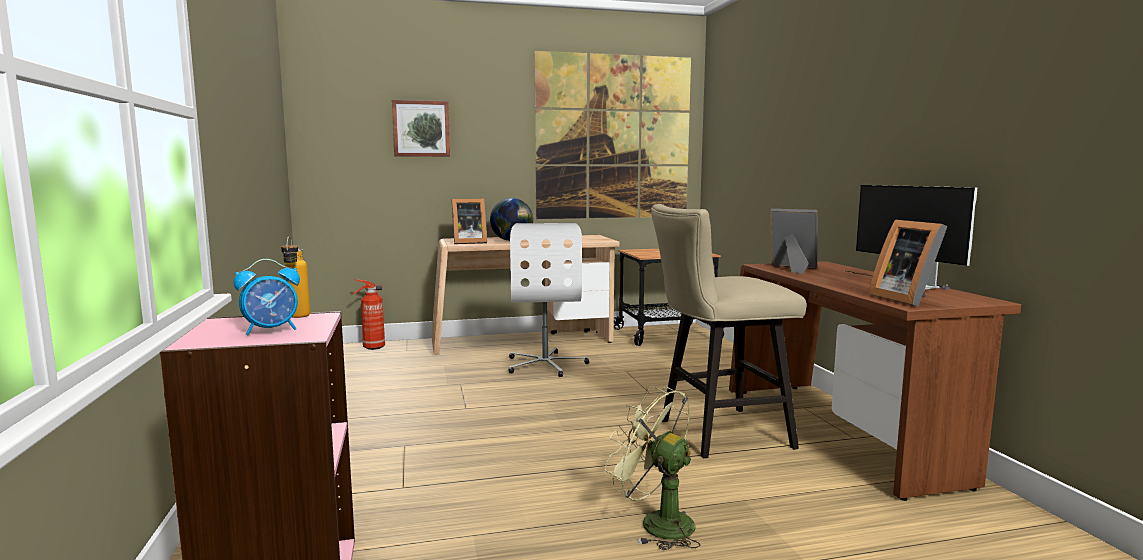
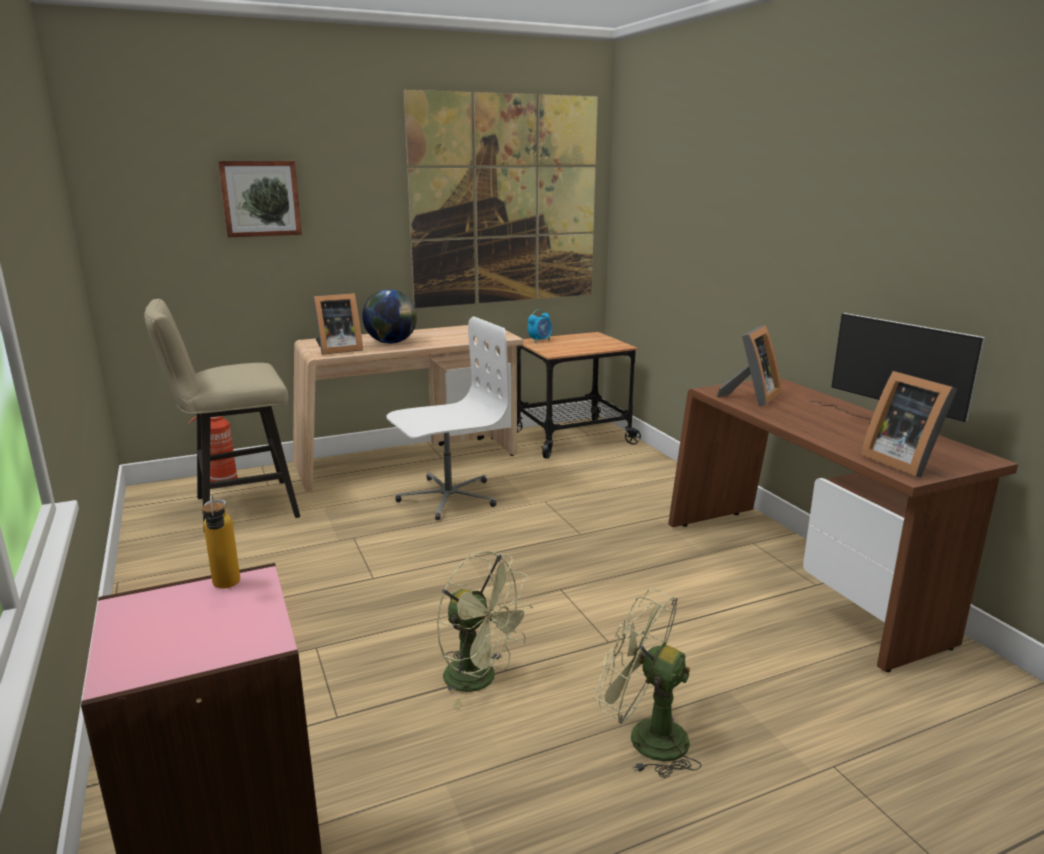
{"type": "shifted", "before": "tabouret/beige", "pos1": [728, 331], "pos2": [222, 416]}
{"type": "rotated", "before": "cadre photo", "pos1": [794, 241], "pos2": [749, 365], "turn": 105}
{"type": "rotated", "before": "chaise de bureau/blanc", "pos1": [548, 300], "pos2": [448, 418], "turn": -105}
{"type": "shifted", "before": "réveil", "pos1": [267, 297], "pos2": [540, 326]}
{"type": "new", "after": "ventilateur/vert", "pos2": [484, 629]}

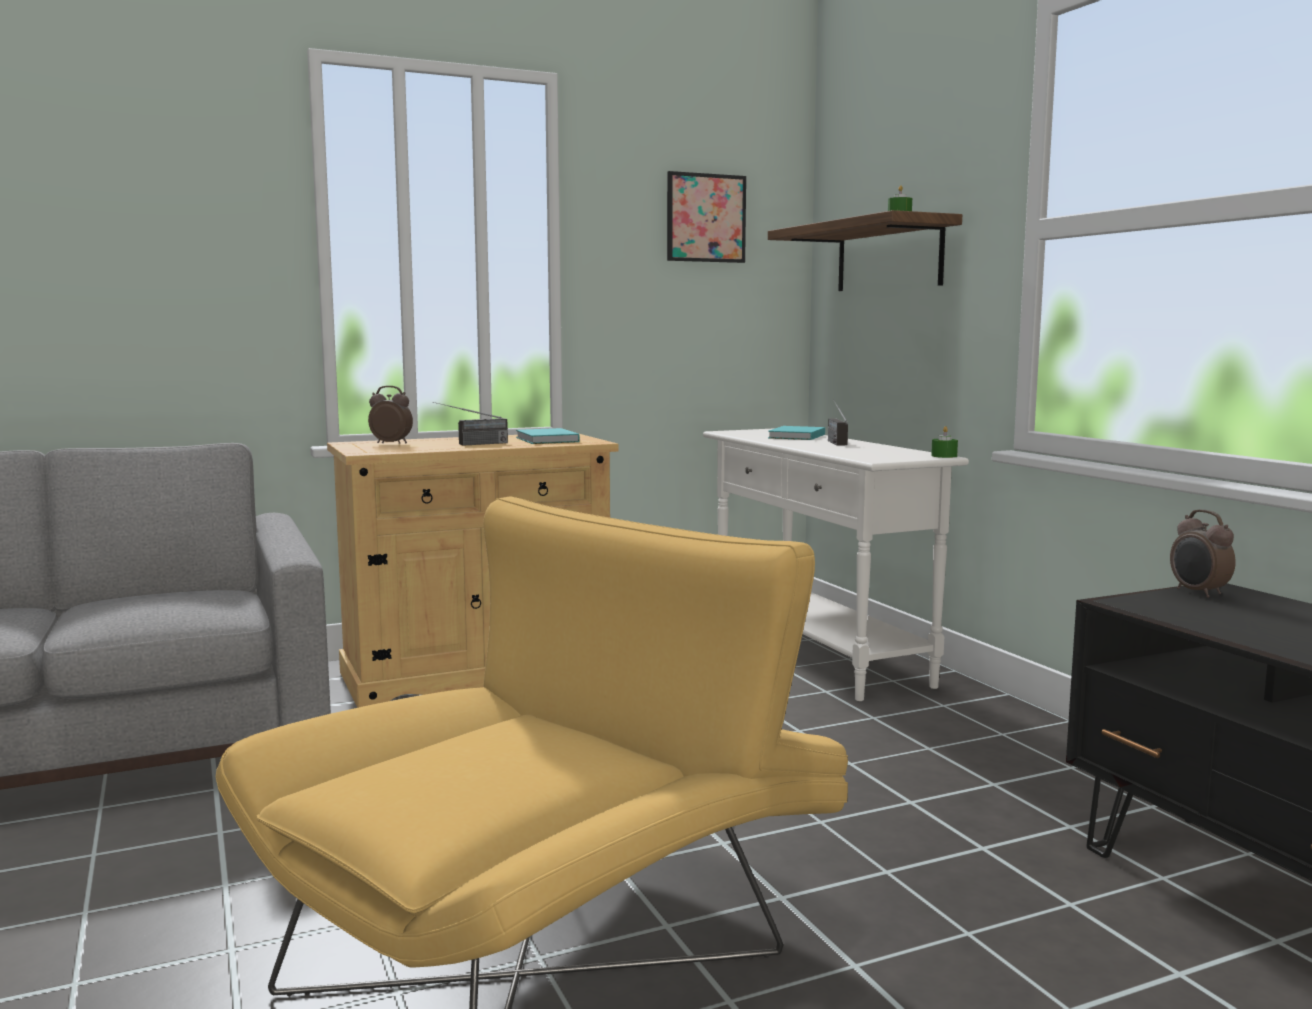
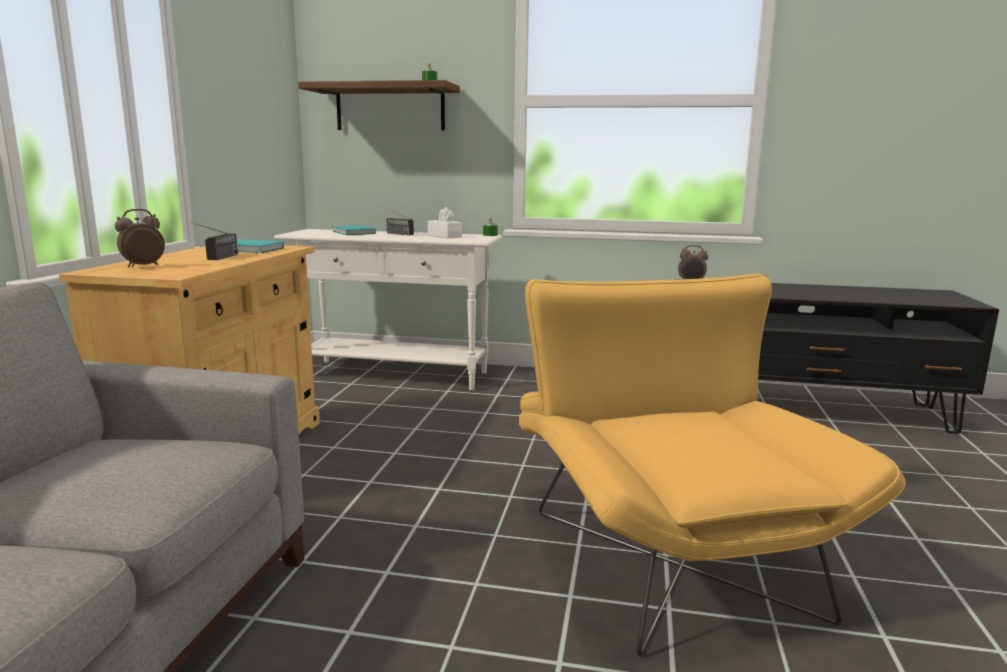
{"type": "gone", "before": "tableau", "pos1": [706, 217]}
{"type": "new", "after": "boîte à mouchoirs/blanc", "pos2": [445, 222]}

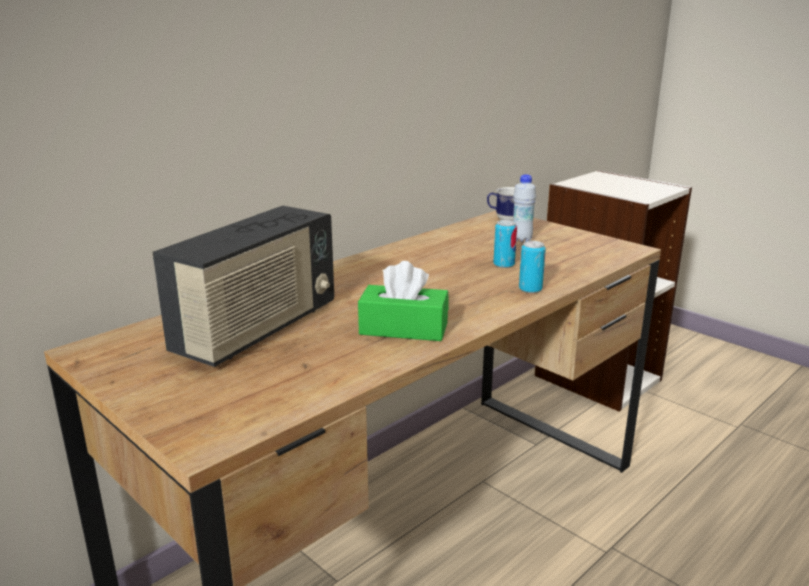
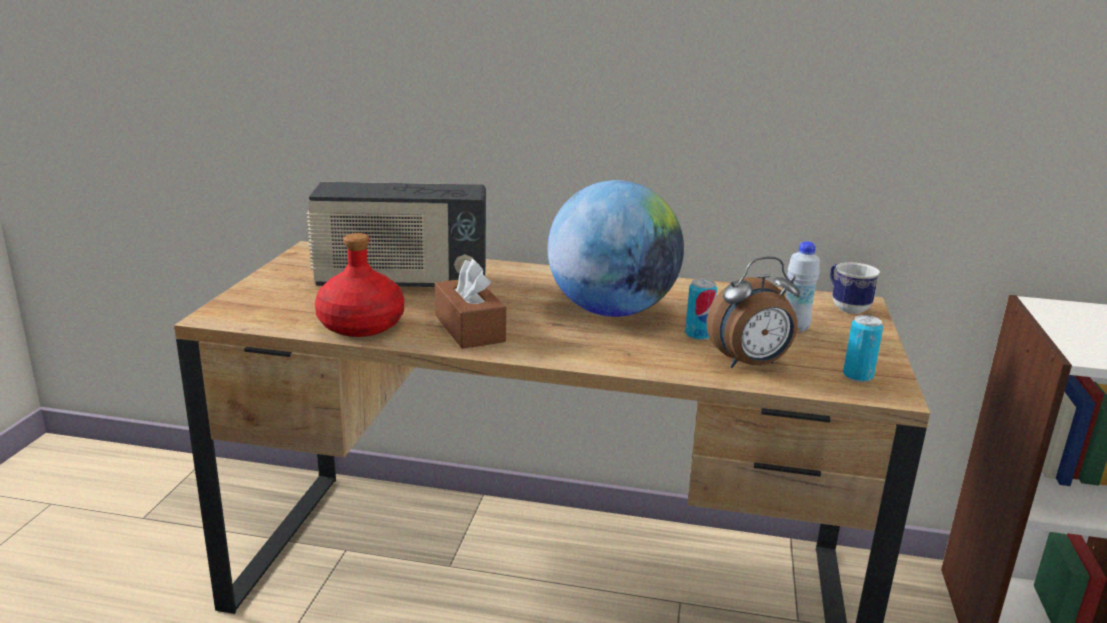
{"type": "shifted", "before": "boîte métallique", "pos1": [532, 267], "pos2": [863, 348]}
{"type": "repainted", "before": "boîte à mouchoirs/vert", "after": "boîte à mouchoirs/marron", "pos1": [403, 301], "pos2": [470, 304]}
{"type": "new", "after": "globe", "pos2": [615, 248]}
{"type": "new", "after": "bouteille/rouge", "pos2": [359, 285]}
{"type": "new", "after": "réveil", "pos2": [753, 312]}

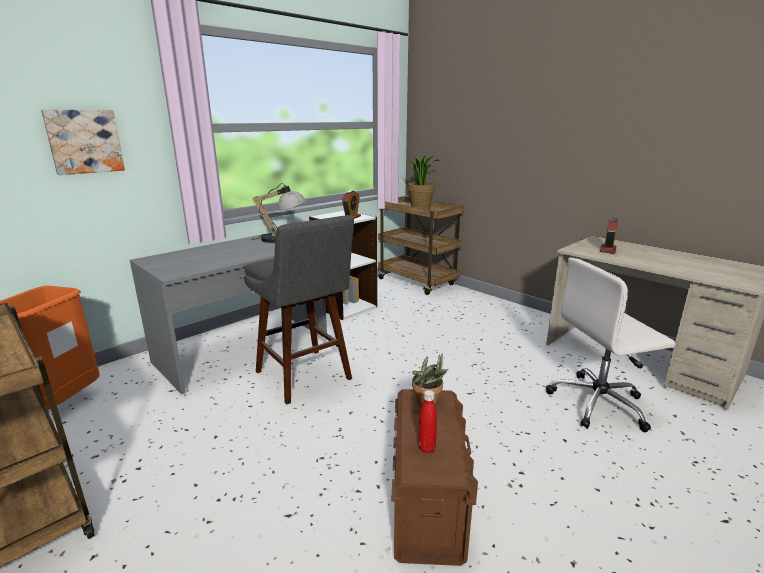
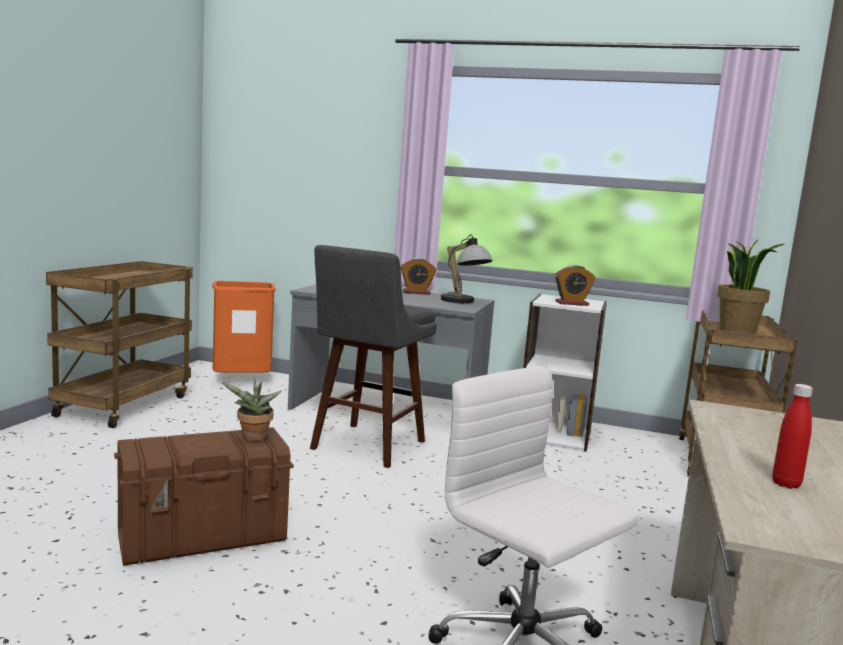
{"type": "gone", "before": "tableau", "pos1": [83, 142]}
{"type": "shifted", "before": "réveil", "pos1": [609, 236], "pos2": [418, 276]}
{"type": "shifted", "before": "bouteille/rouge", "pos1": [427, 421], "pos2": [792, 436]}

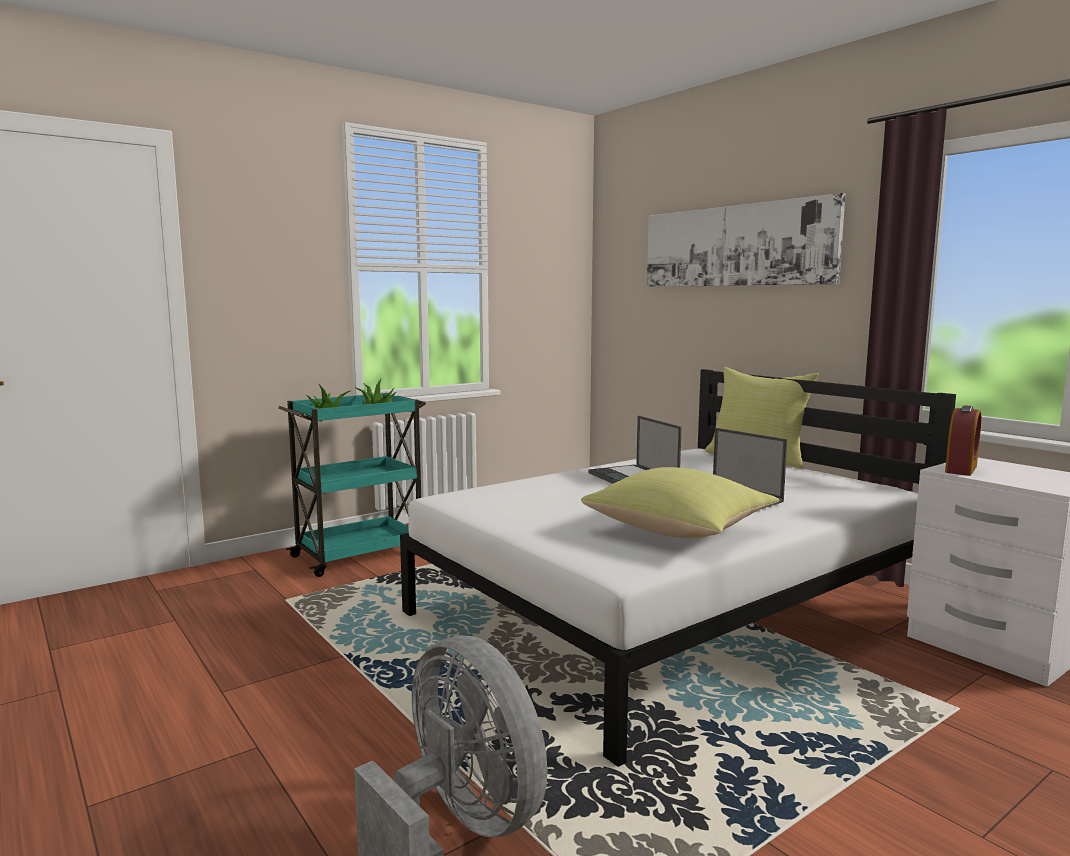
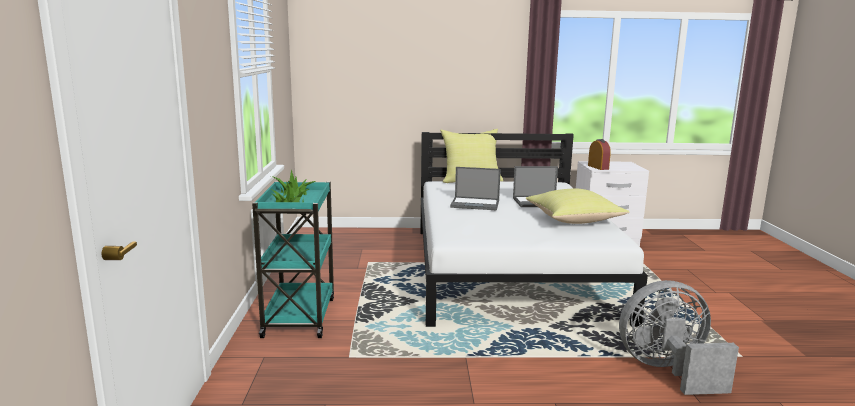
{"type": "gone", "before": "tableau", "pos1": [746, 240]}

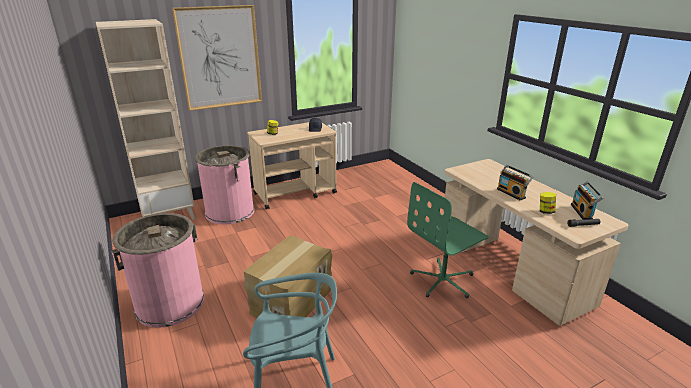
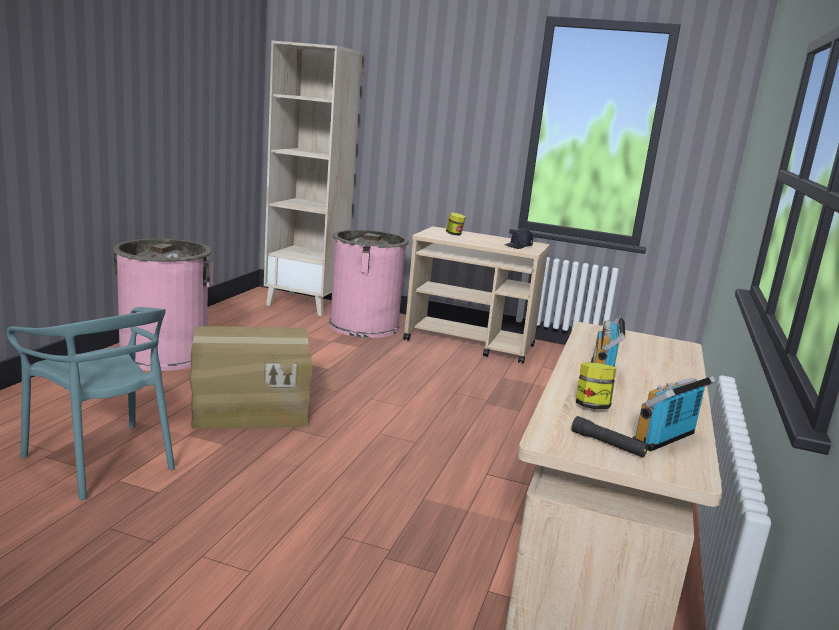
{"type": "gone", "before": "tableau", "pos1": [217, 58]}
{"type": "gone", "before": "chaise de bureau/vert", "pos1": [448, 240]}

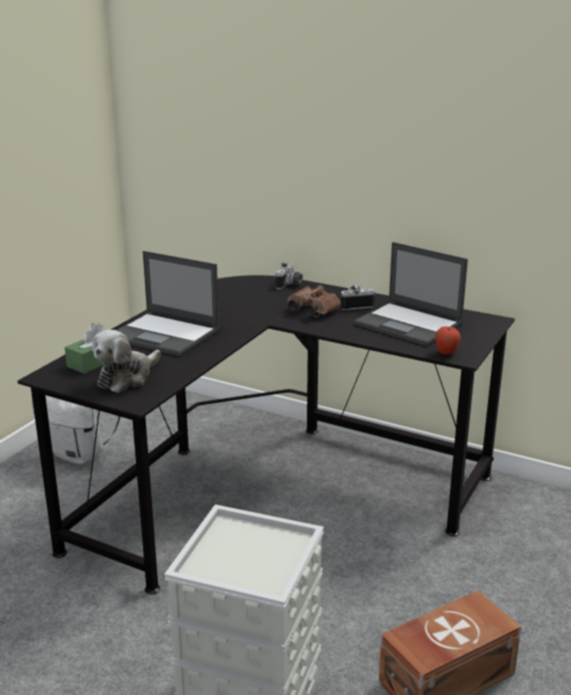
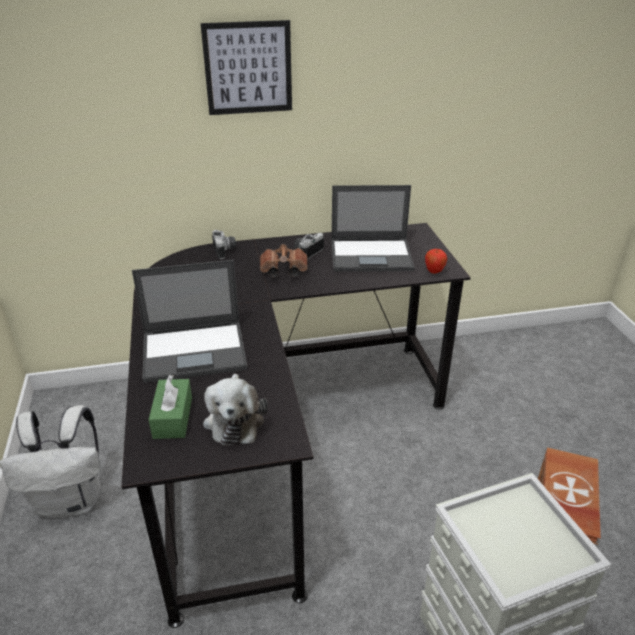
{"type": "new", "after": "tableau", "pos2": [246, 67]}

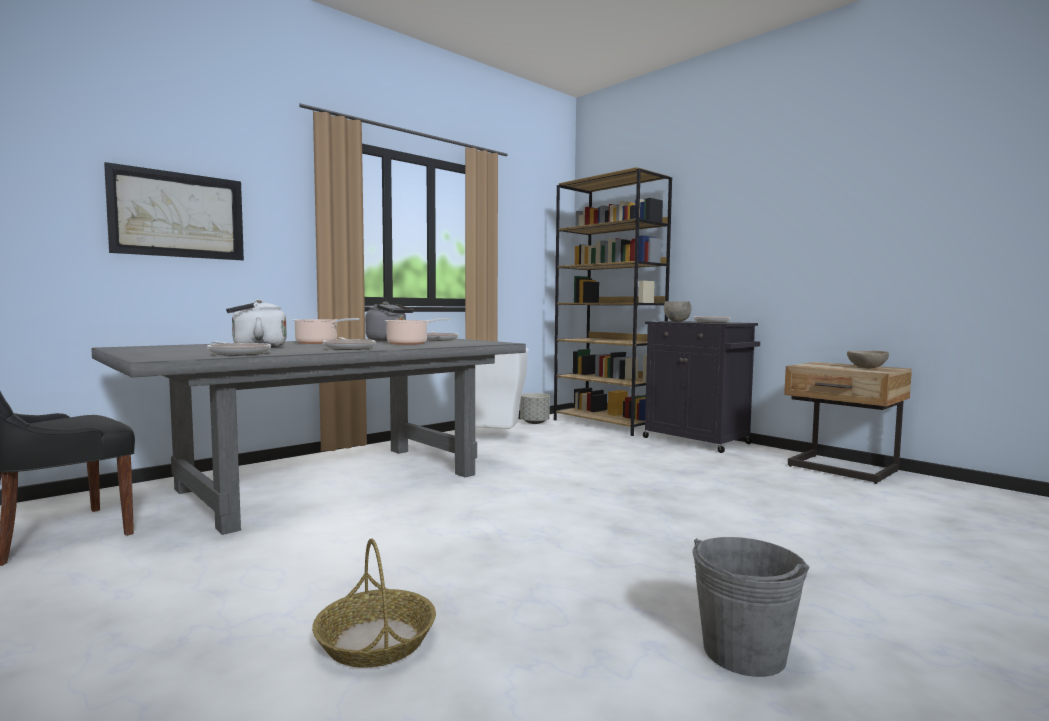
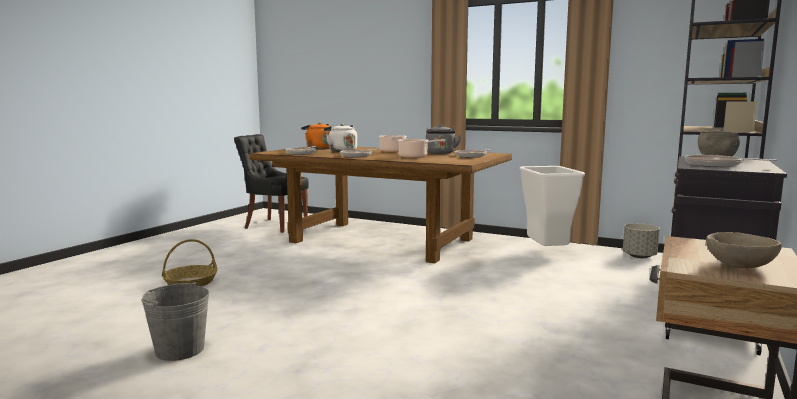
{"type": "gone", "before": "tableau", "pos1": [174, 211]}
{"type": "repainted", "before": "table à manger/gris", "after": "table à manger/marron", "pos1": [308, 437], "pos2": [381, 204]}
{"type": "new", "after": "bouilloire/orange", "pos2": [315, 136]}

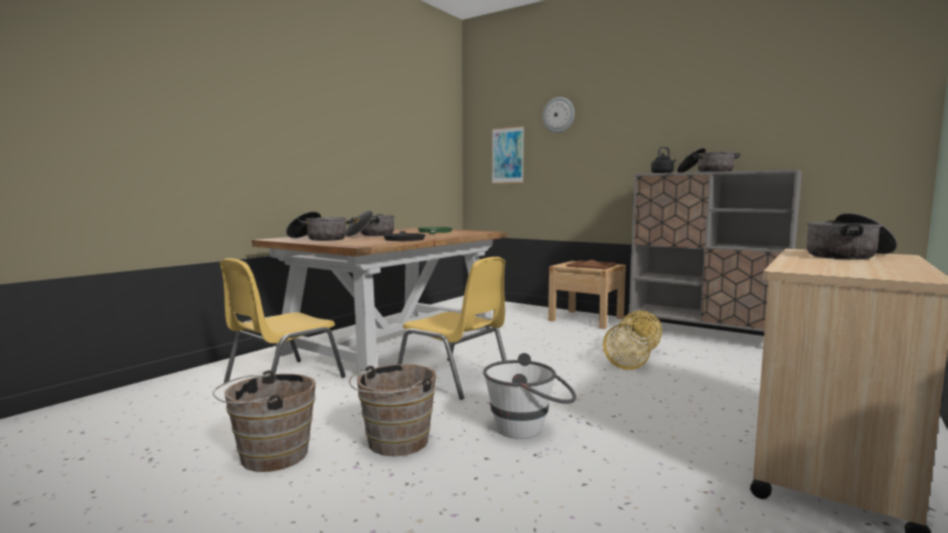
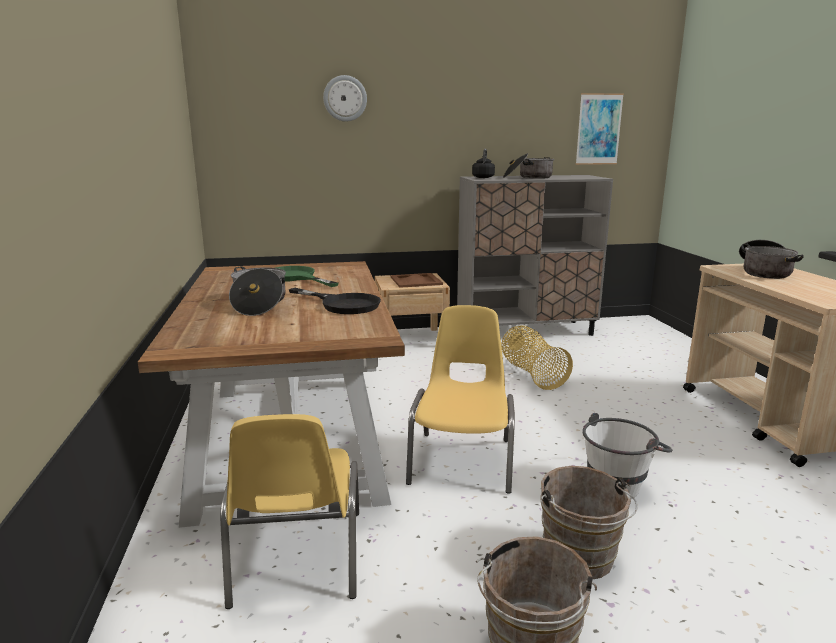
{"type": "shifted", "before": "tableau", "pos1": [508, 155], "pos2": [600, 129]}
{"type": "gone", "before": "marmite", "pos1": [320, 226]}
{"type": "rotated", "before": "chaise/jaune", "pos1": [452, 328], "pos2": [460, 399], "turn": -75}

